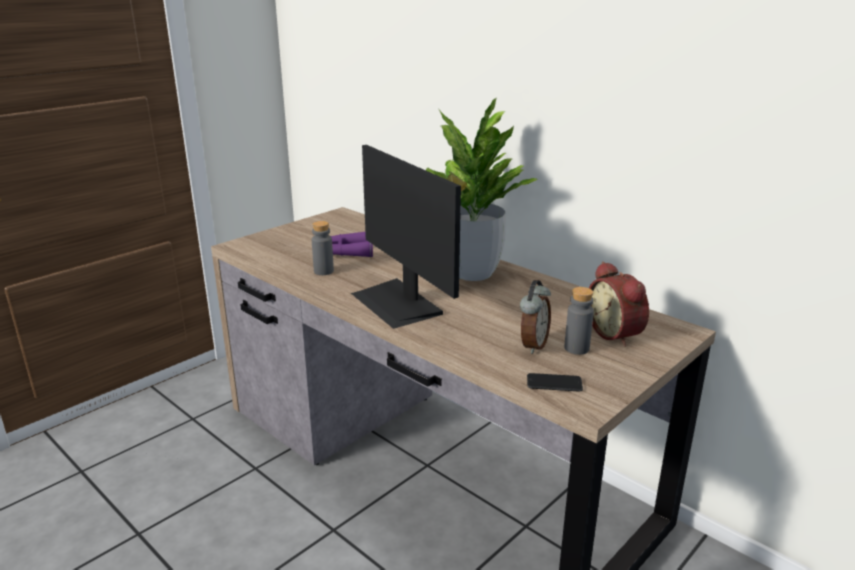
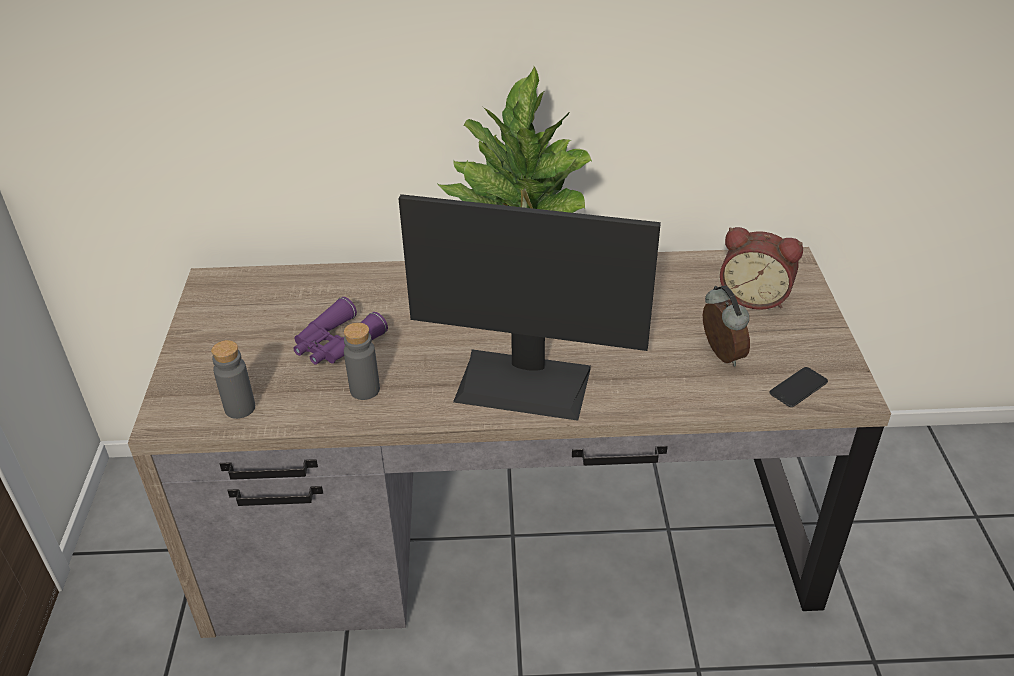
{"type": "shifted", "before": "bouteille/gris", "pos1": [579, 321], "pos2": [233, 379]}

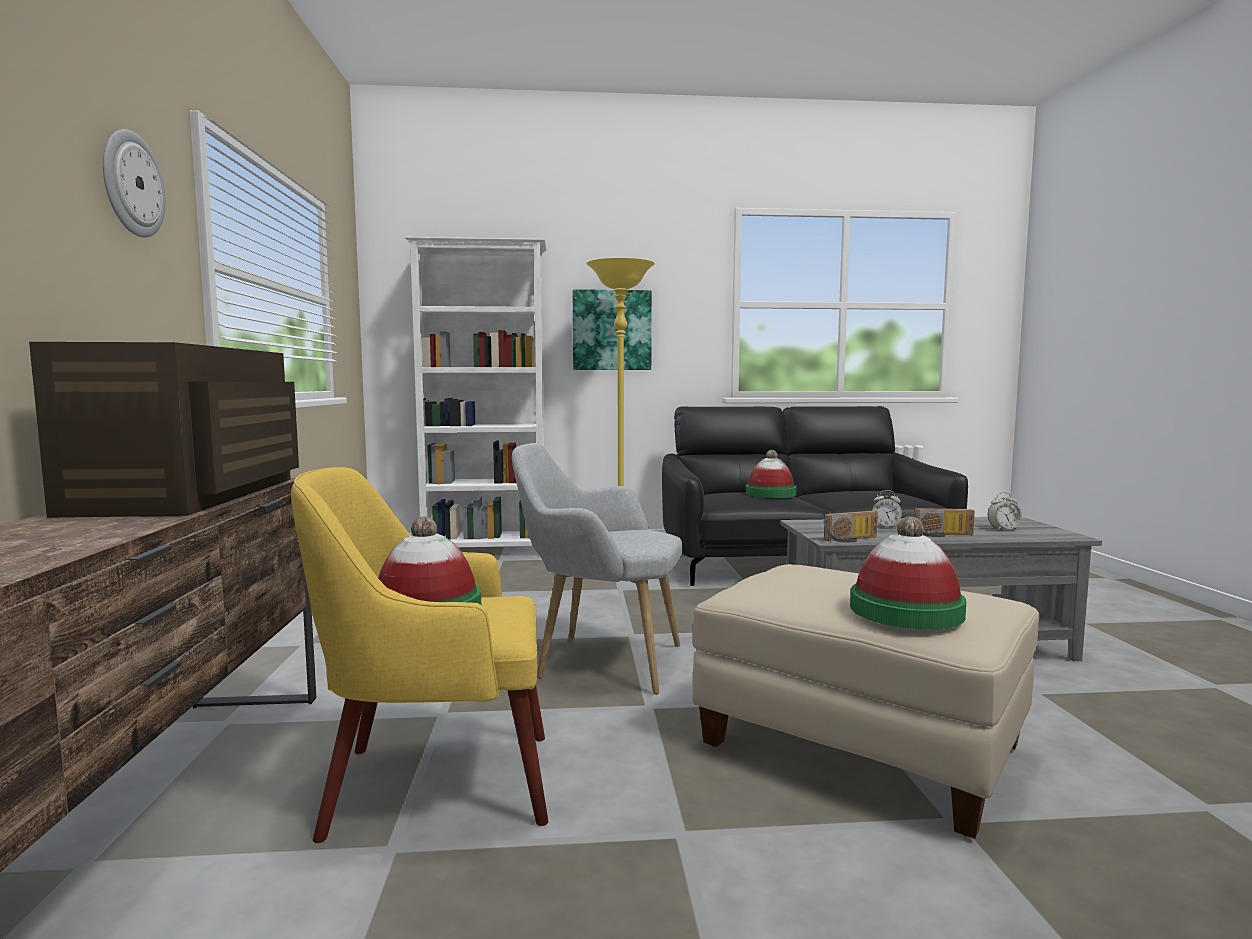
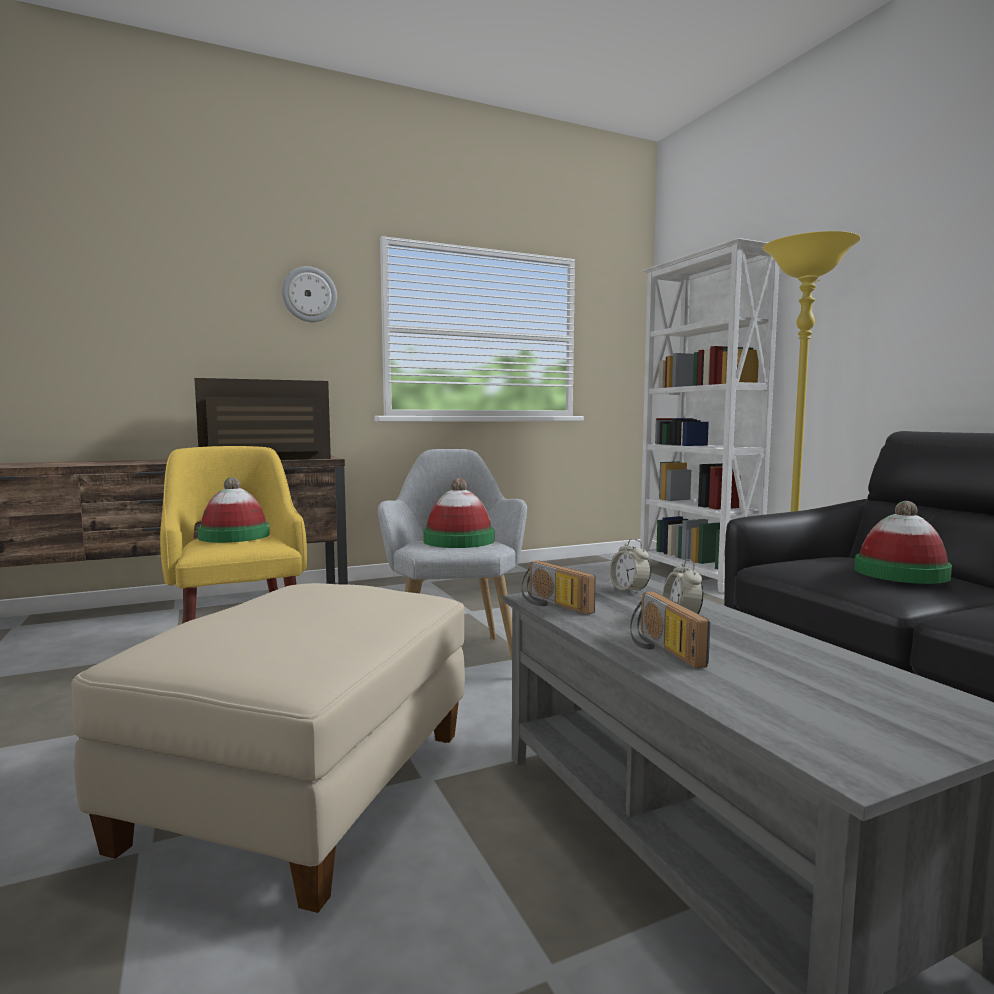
{"type": "gone", "before": "tableau", "pos1": [612, 329]}
{"type": "shifted", "before": "réveil", "pos1": [1005, 511], "pos2": [630, 566]}
{"type": "shifted", "before": "chapeau", "pos1": [908, 572], "pos2": [458, 513]}

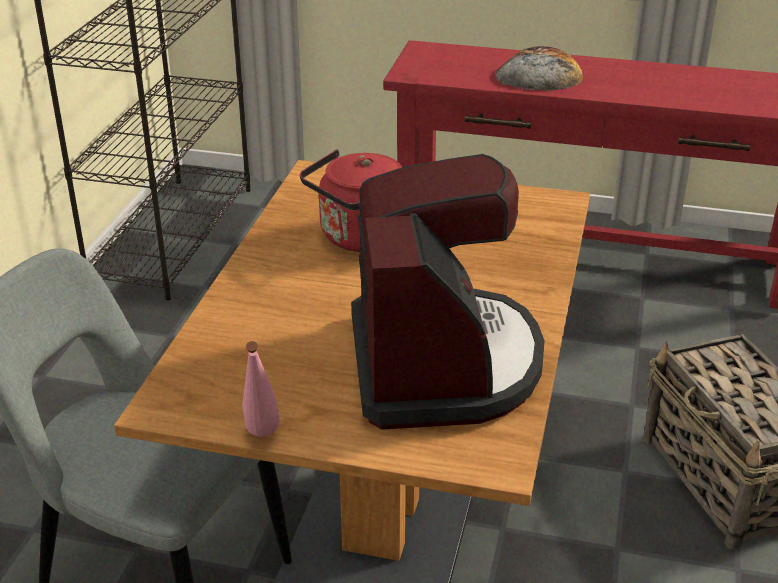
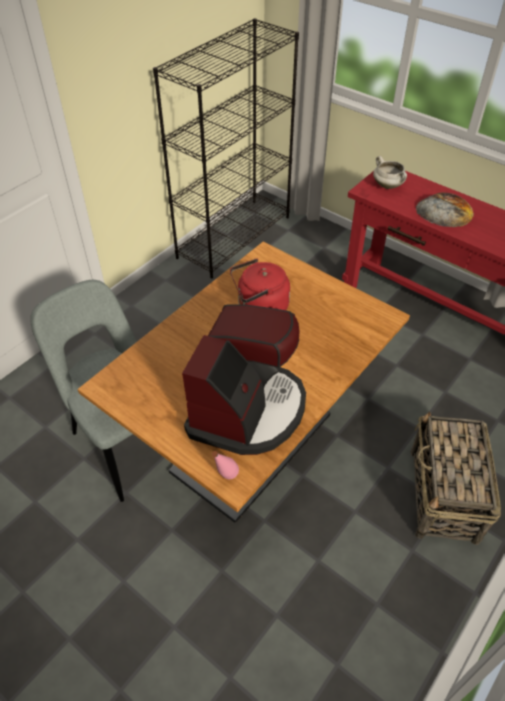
{"type": "shifted", "before": "bouteille/rose", "pos1": [261, 389], "pos2": [225, 465]}
{"type": "new", "after": "marmite/blanc", "pos2": [390, 172]}

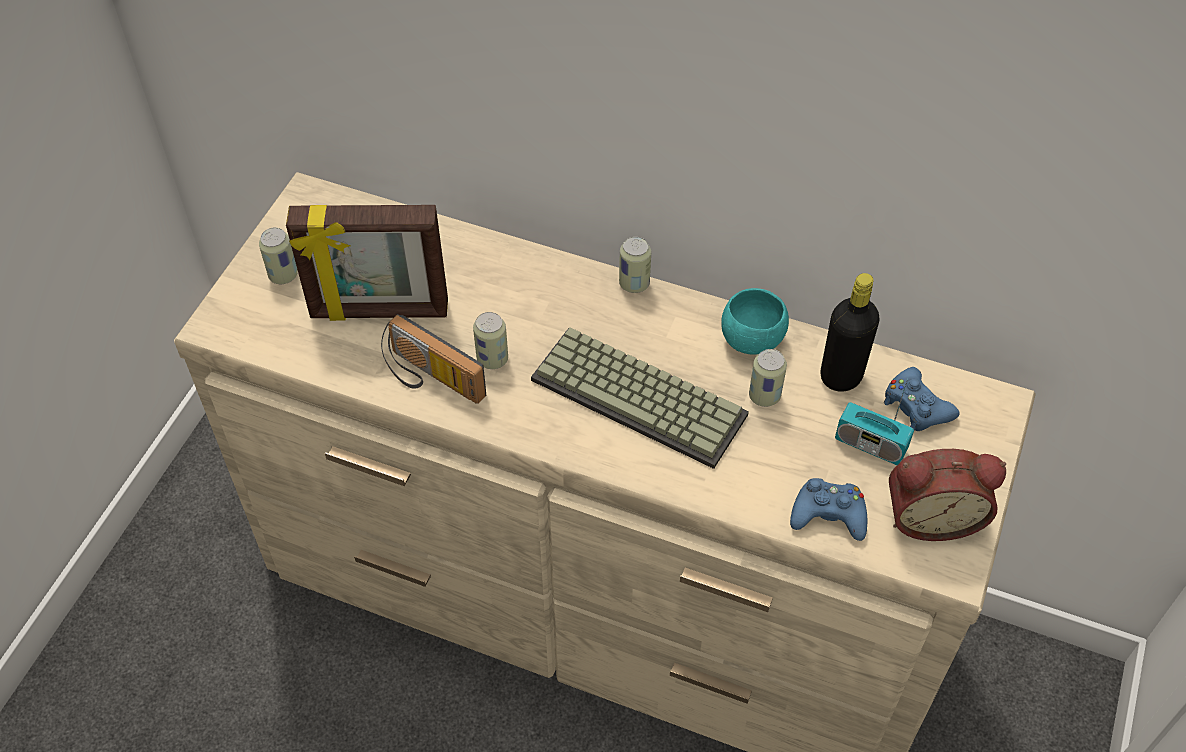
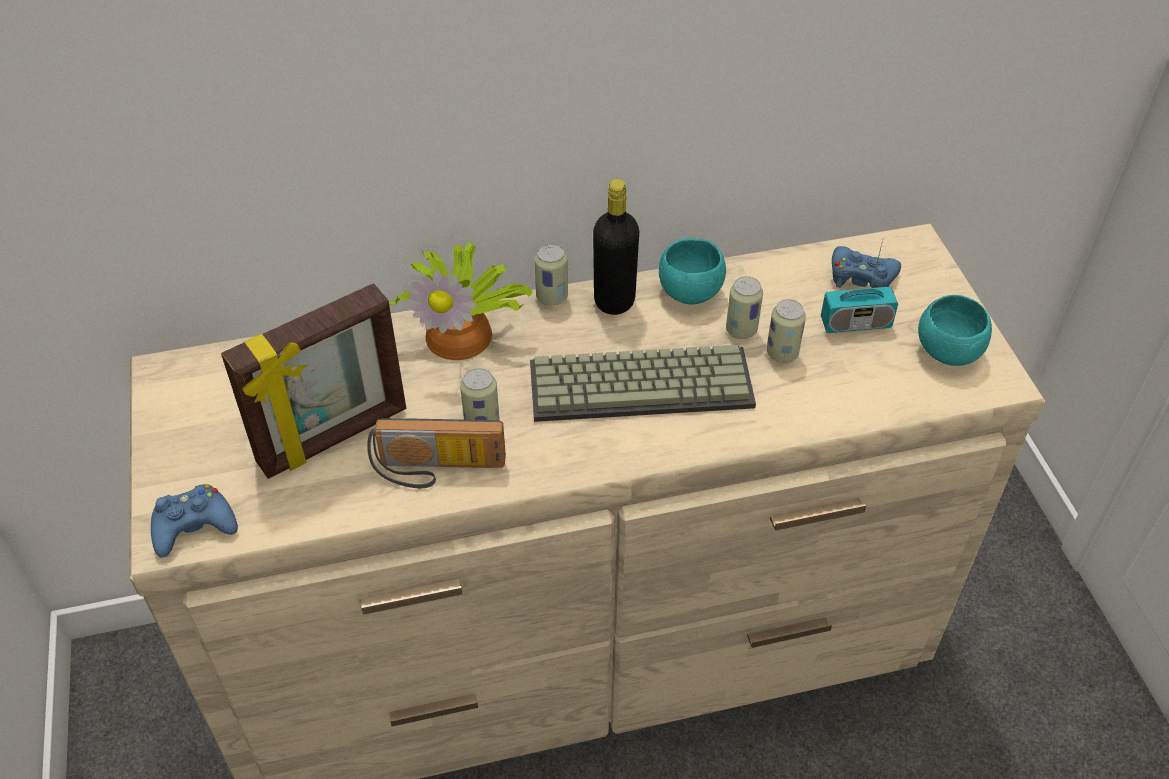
{"type": "shifted", "before": "boîte métallique", "pos1": [278, 255], "pos2": [786, 331]}
{"type": "shifted", "before": "bouteille/noir", "pos1": [850, 332], "pos2": [616, 247]}
{"type": "swapped", "before": "réveil", "after": "bol/turquoise", "pos1": [947, 495], "pos2": [955, 330]}
{"type": "shifted", "before": "manette/bleu", "pos1": [828, 509], "pos2": [194, 521]}
{"type": "new", "after": "plante en pot", "pos2": [461, 300]}

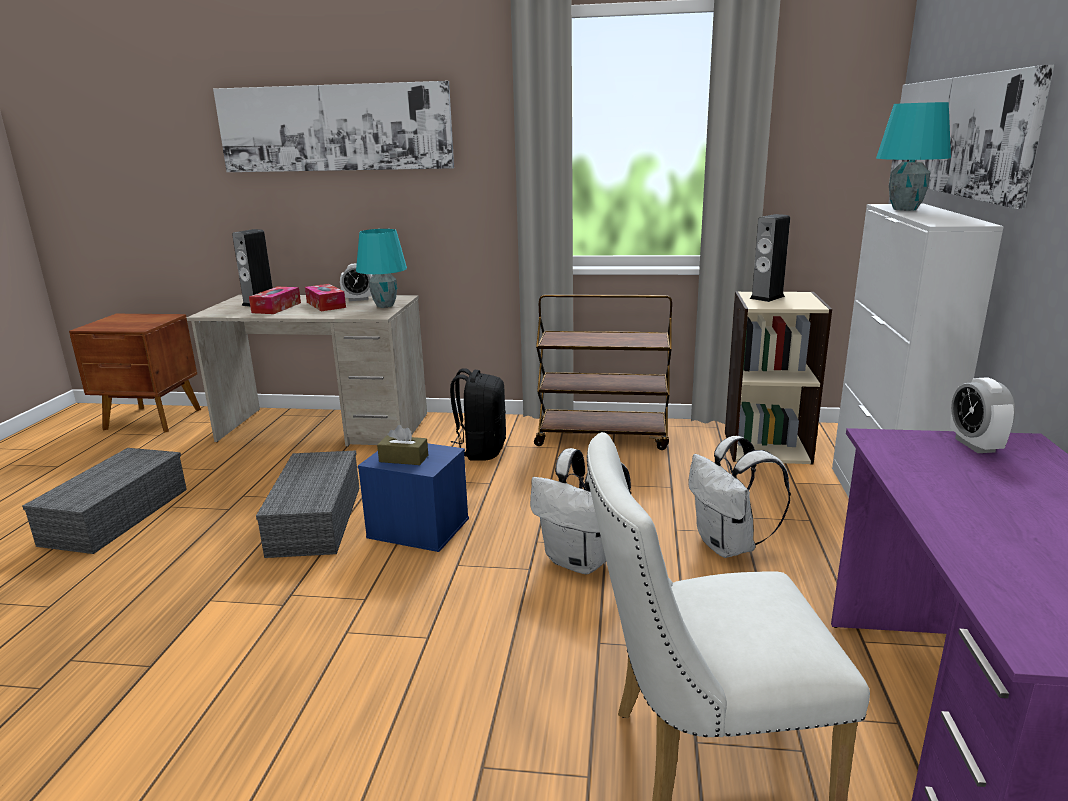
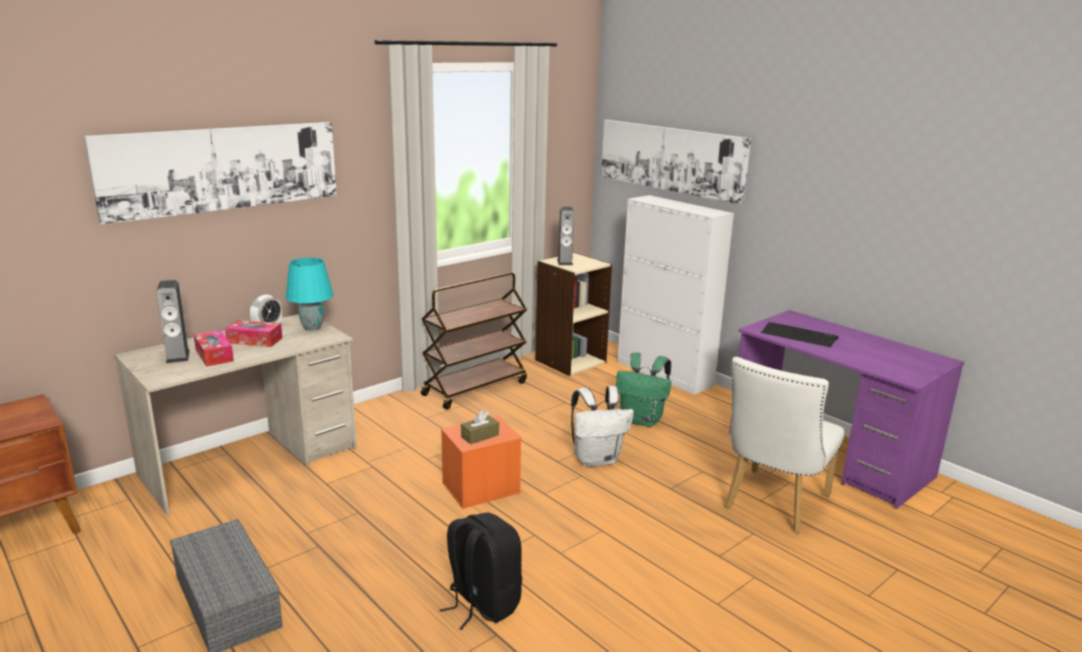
{"type": "gone", "before": "lampe de table/turquoise", "pos1": [913, 156]}
{"type": "shifted", "before": "sac à dos/noir", "pos1": [478, 414], "pos2": [481, 571]}
{"type": "gone", "before": "réveil", "pos1": [982, 415]}
{"type": "repainted", "before": "sac à dos/blanc", "after": "sac à dos/vert", "pos1": [740, 497], "pos2": [643, 389]}
{"type": "repainted", "before": "boîte de rangement/bleu", "after": "boîte de rangement/orange", "pos1": [413, 497], "pos2": [481, 462]}
{"type": "gone", "before": "boîte de rangement/gris", "pos1": [307, 504]}
{"type": "new", "after": "clavier", "pos2": [800, 335]}

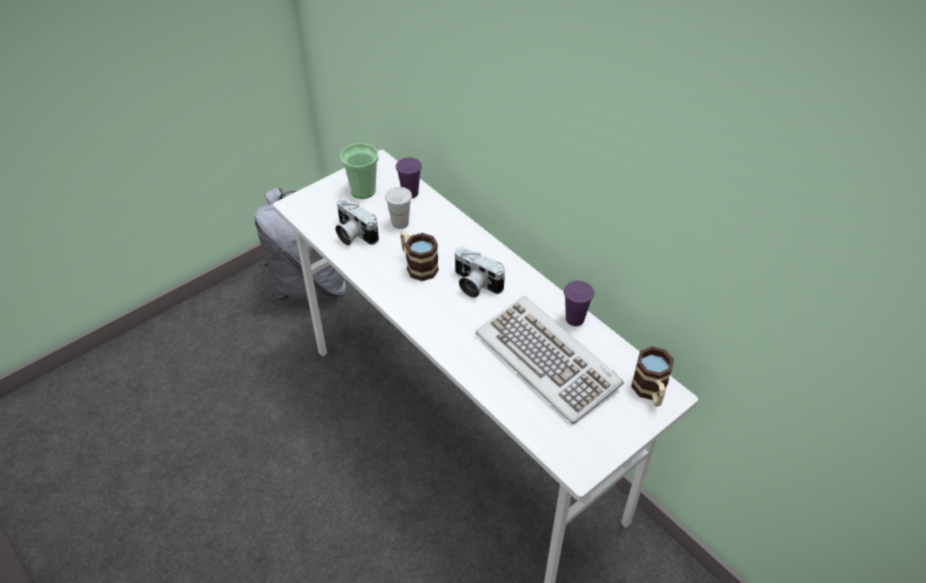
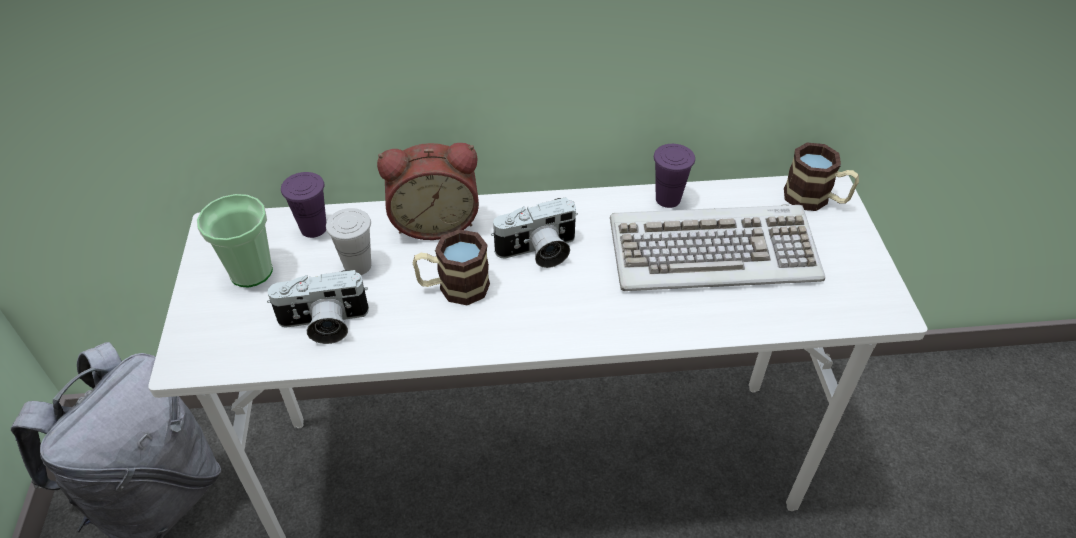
{"type": "new", "after": "réveil", "pos2": [428, 191]}

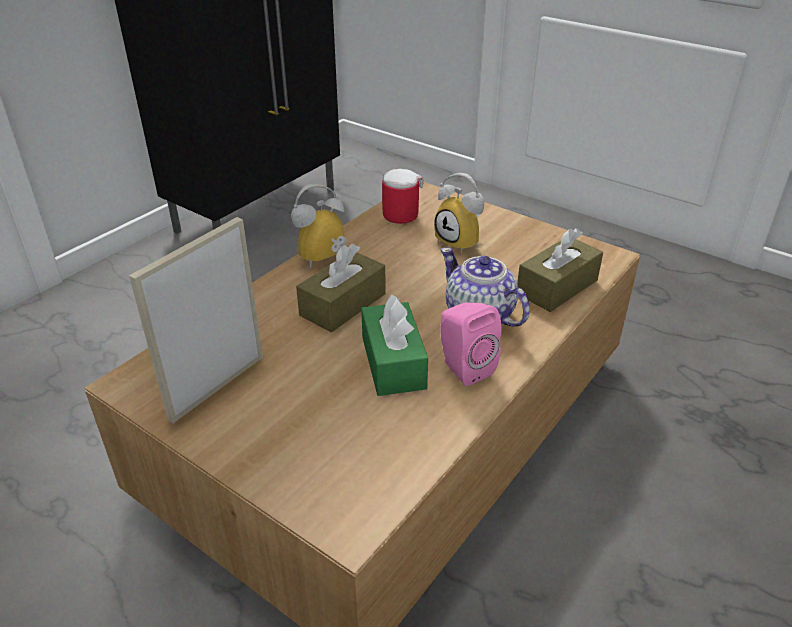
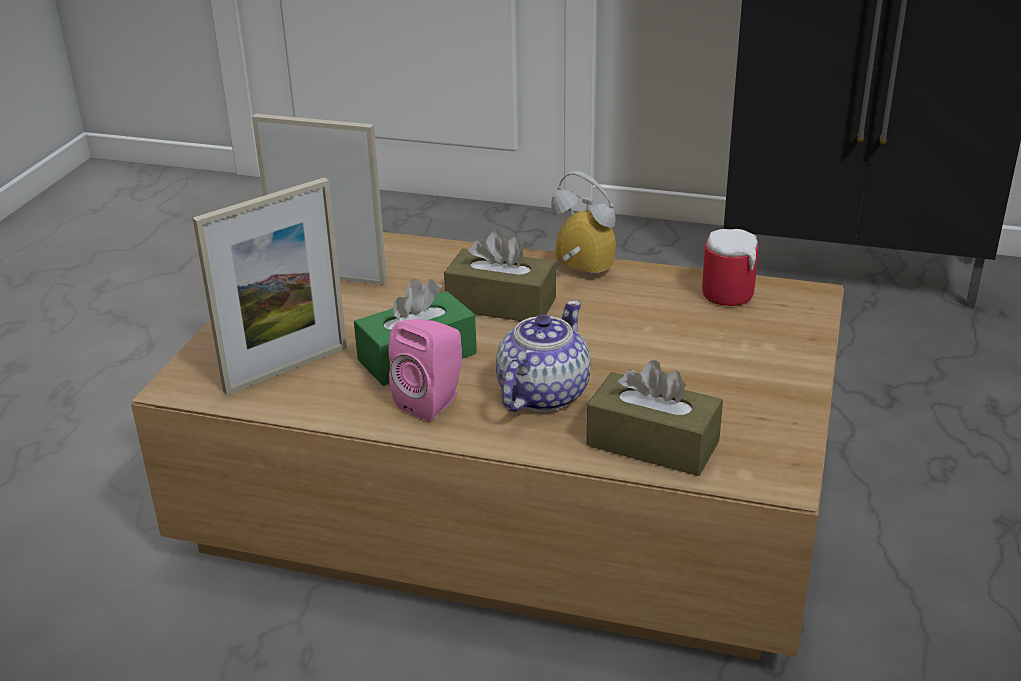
{"type": "gone", "before": "réveil", "pos1": [459, 213]}
{"type": "new", "after": "cadre photo", "pos2": [270, 286]}

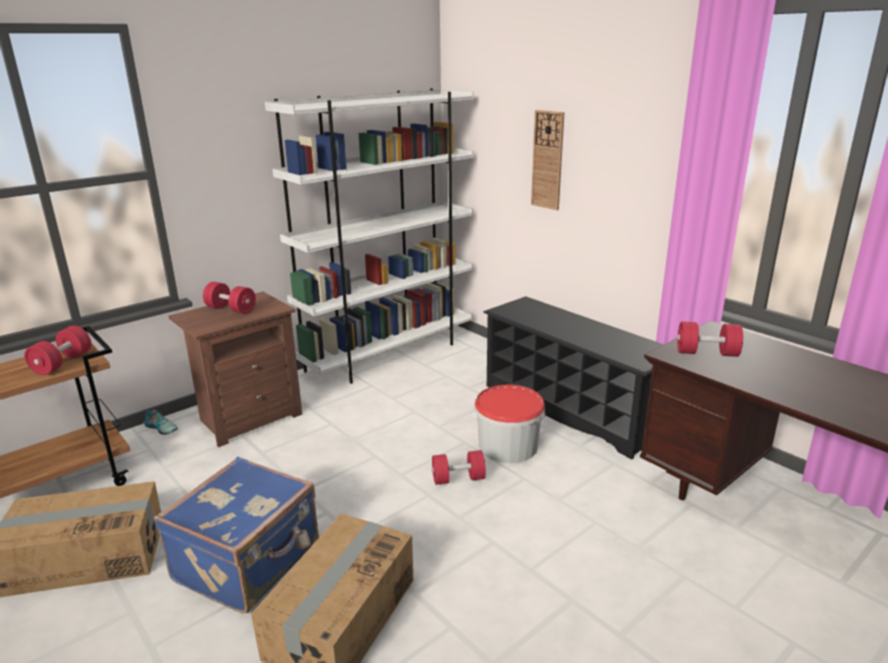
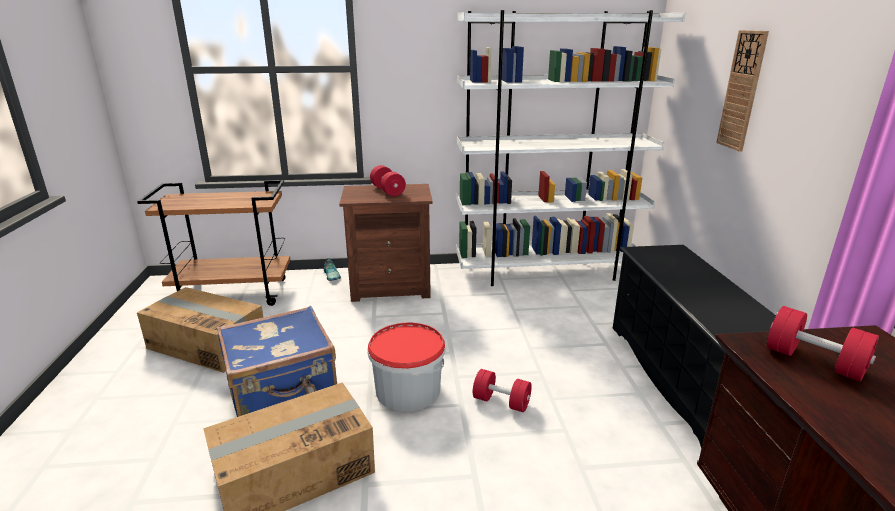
{"type": "gone", "before": "haltère/rouge", "pos1": [57, 350]}
{"type": "shifted", "before": "seau", "pos1": [509, 424], "pos2": [406, 366]}

